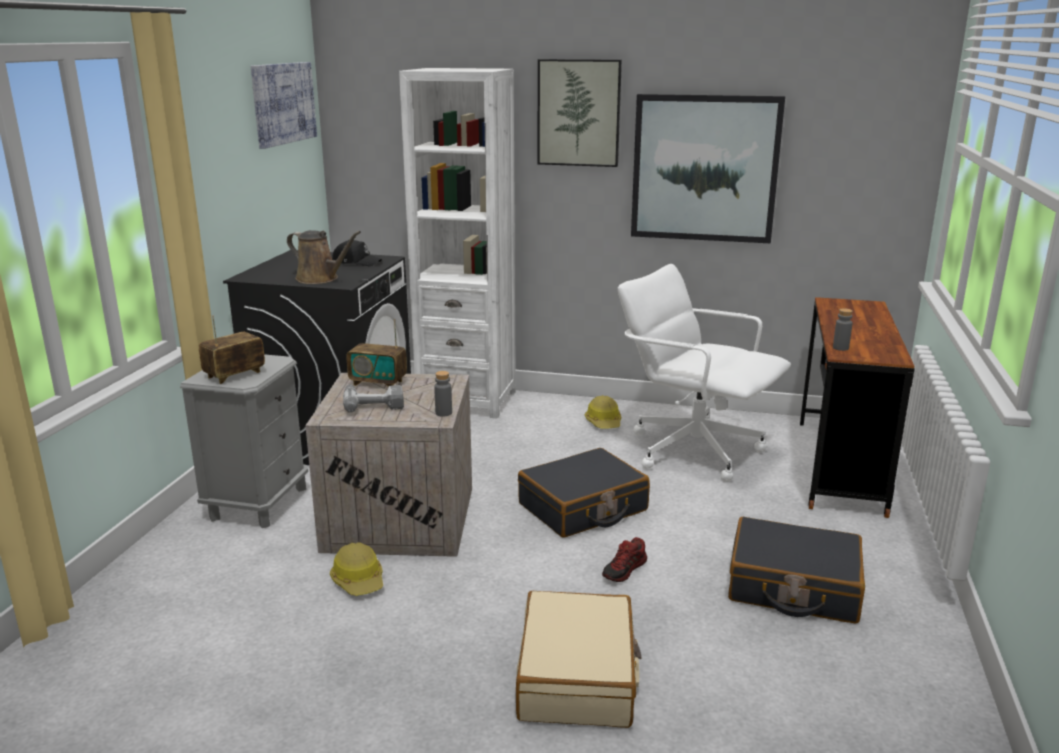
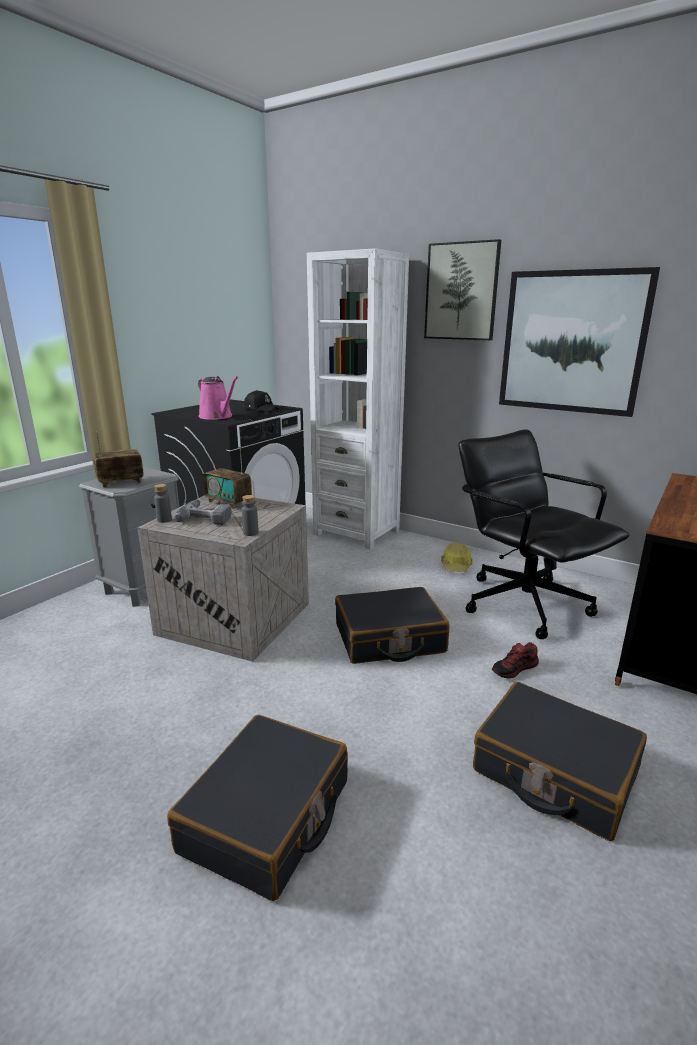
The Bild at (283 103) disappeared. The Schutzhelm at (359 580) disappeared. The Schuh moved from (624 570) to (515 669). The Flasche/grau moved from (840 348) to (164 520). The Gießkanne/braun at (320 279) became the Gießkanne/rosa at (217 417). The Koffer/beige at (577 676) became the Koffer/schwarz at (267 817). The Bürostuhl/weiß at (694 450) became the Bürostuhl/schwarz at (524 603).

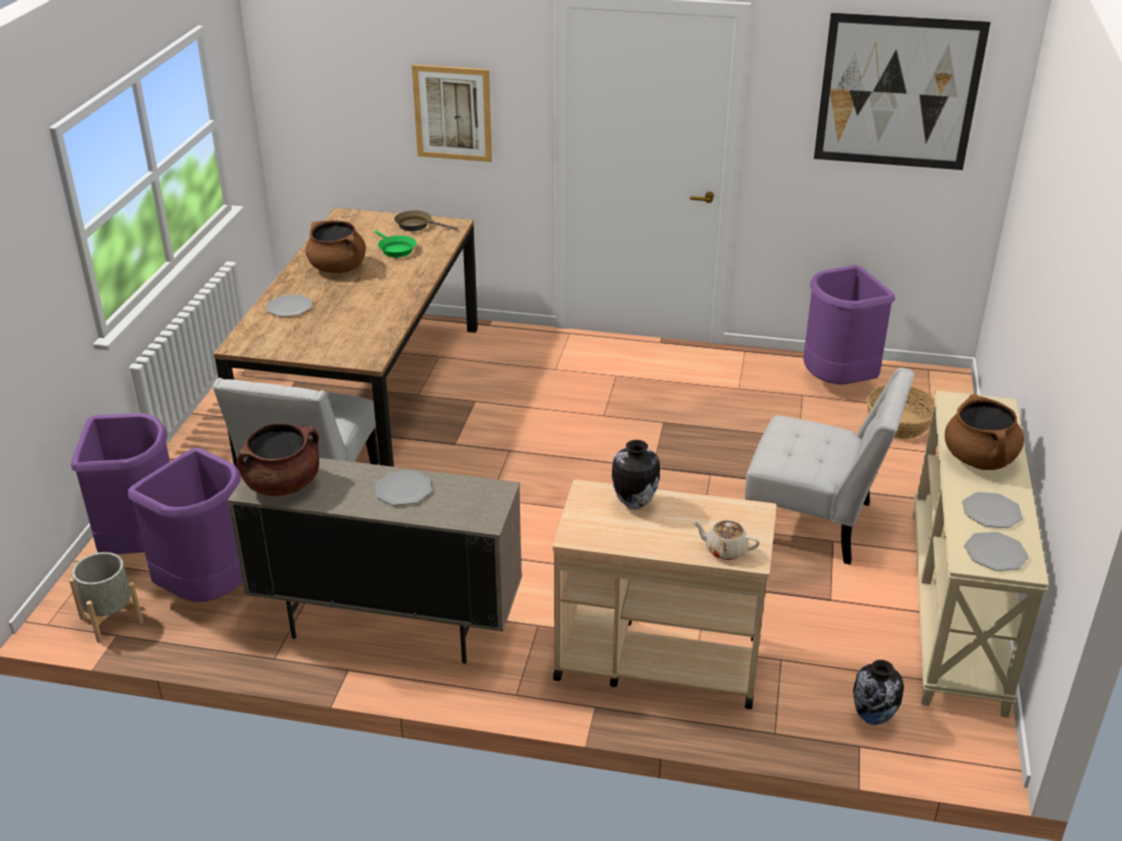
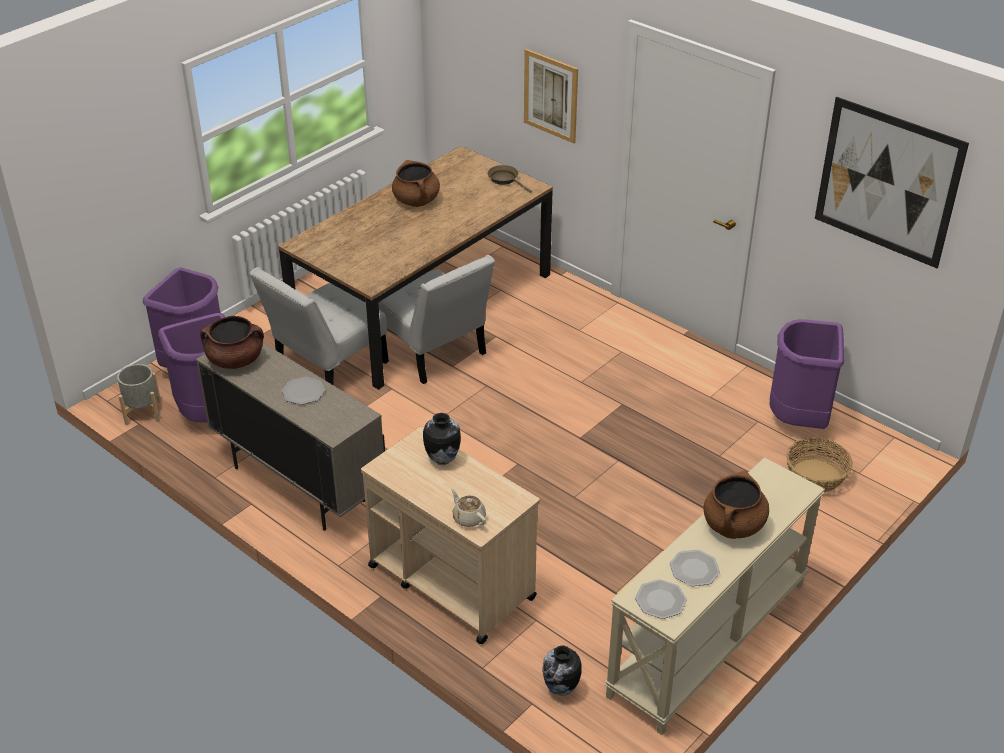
The Teller at (289 307) disappeared. The Pfanne/grün at (395 249) disappeared. The Stuhl/weiß moved from (815 523) to (434 353).

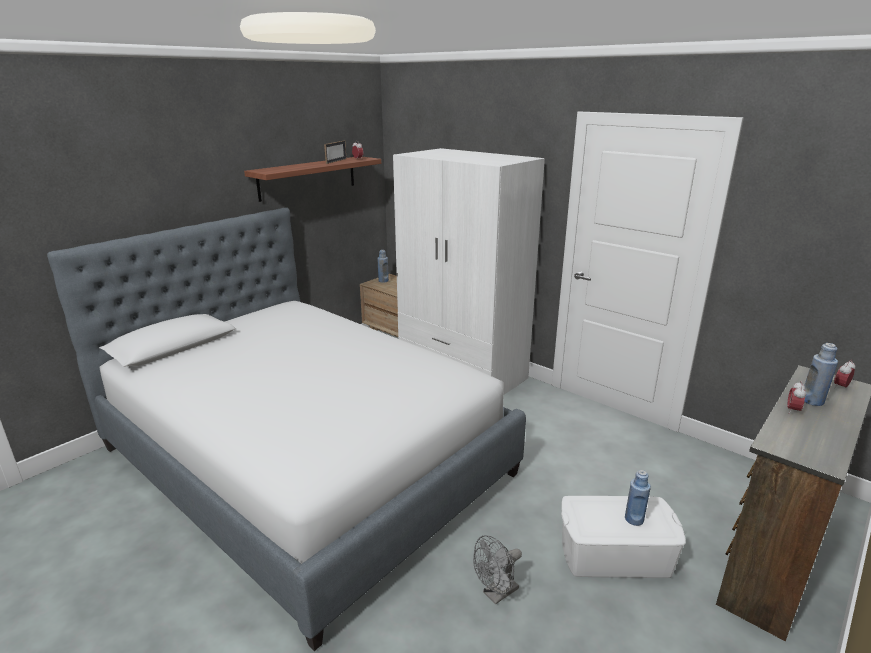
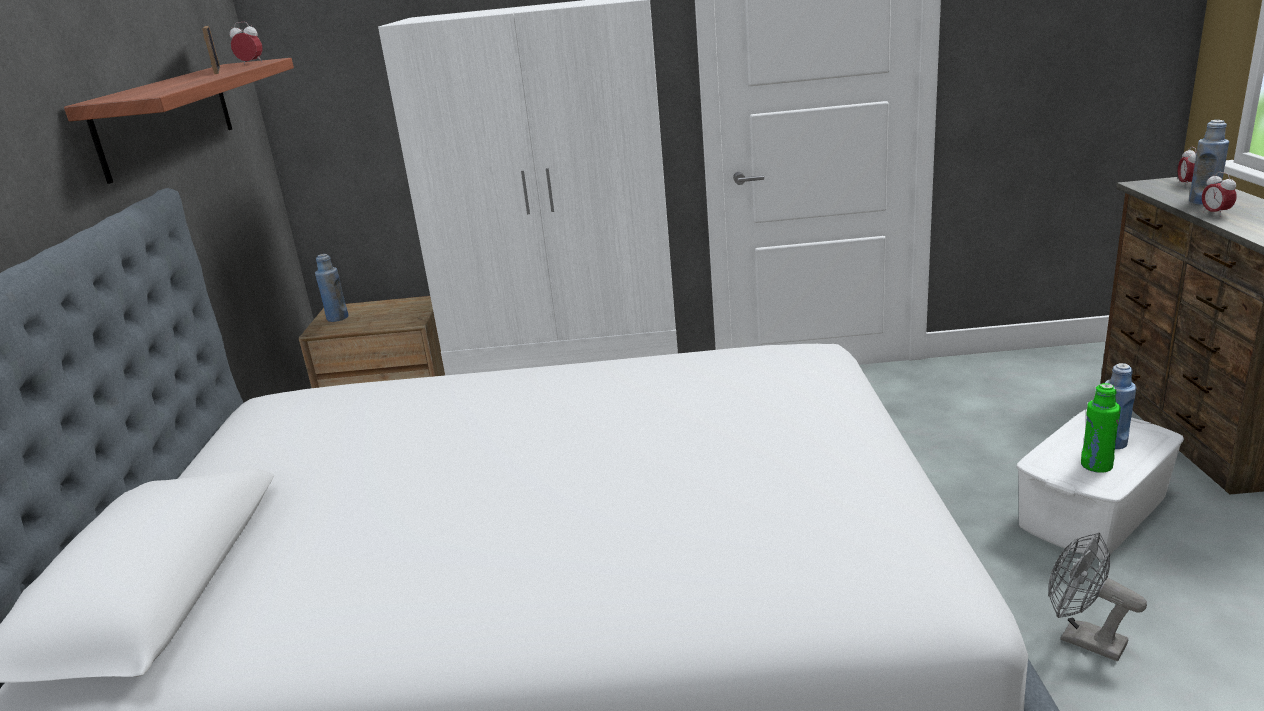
The Flasche/grün at (1096 465) appeared. The Ventilator/grau at (496 594) turned 120 degrees clockwise.

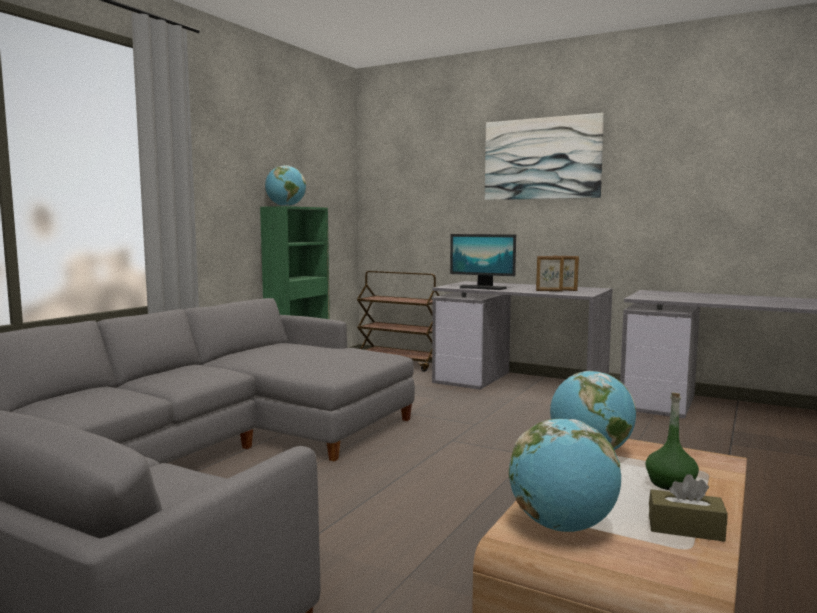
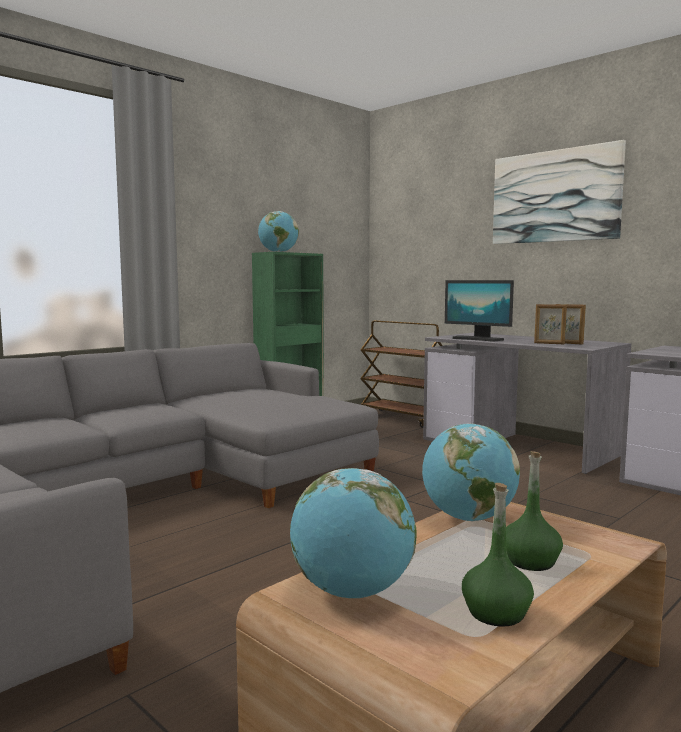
The Taschentuchbox/braun at (685 528) was replaced by the Flasche/grün at (496 613).

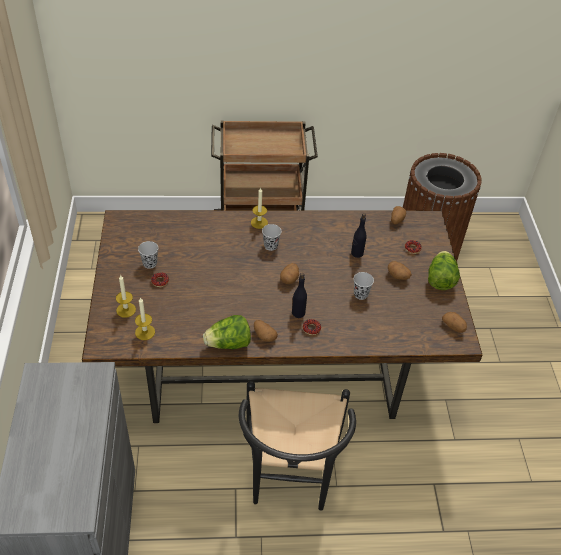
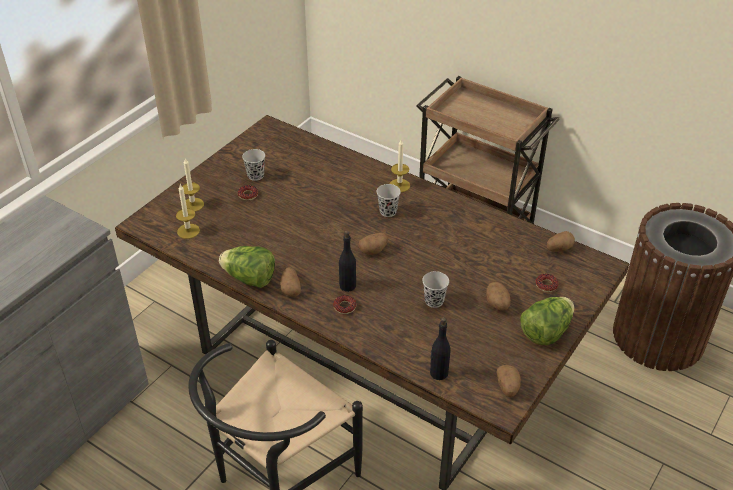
The Flasche/schwarz moved from (357 253) to (438 373).

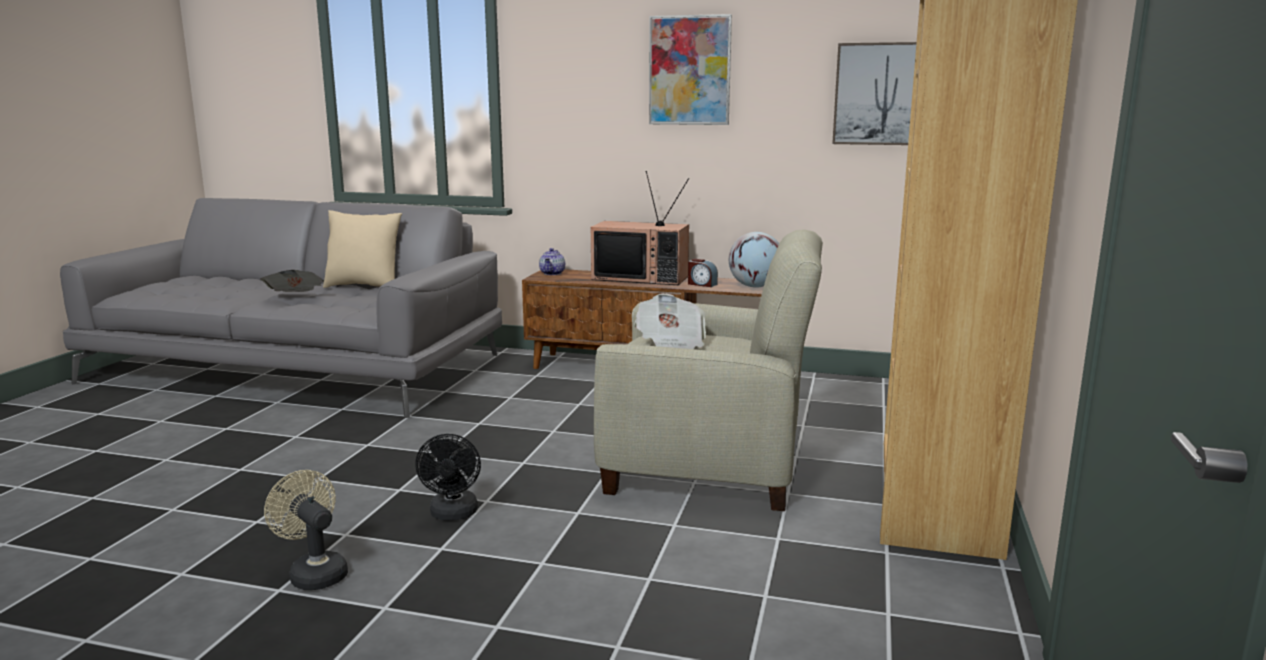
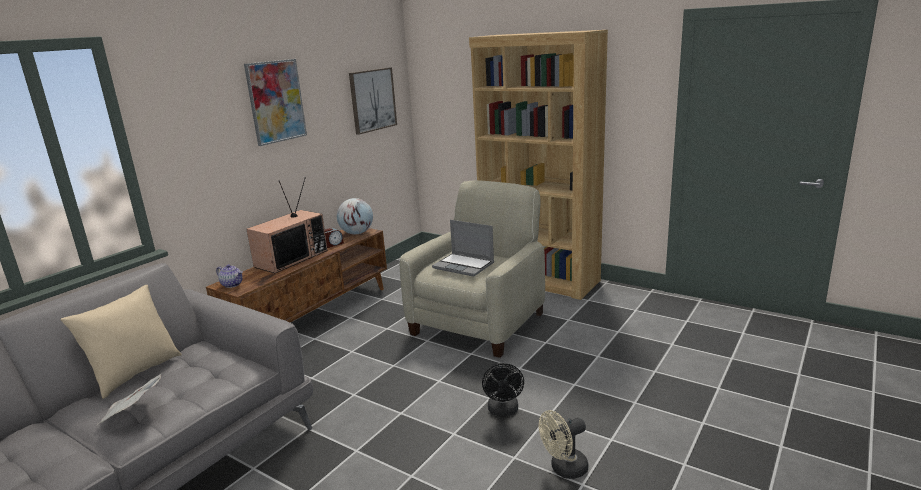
The Zeitung at (670 344) was replaced by the Laptop at (464 266). The Ventilator/schwarz at (453 514) turned 75 degrees clockwise.

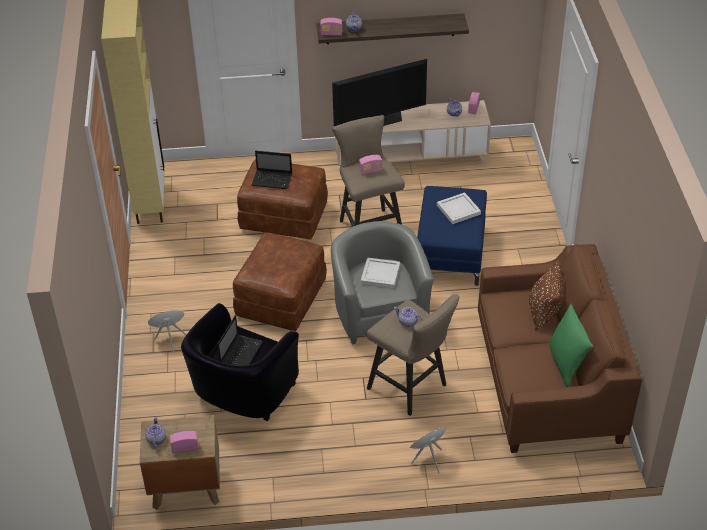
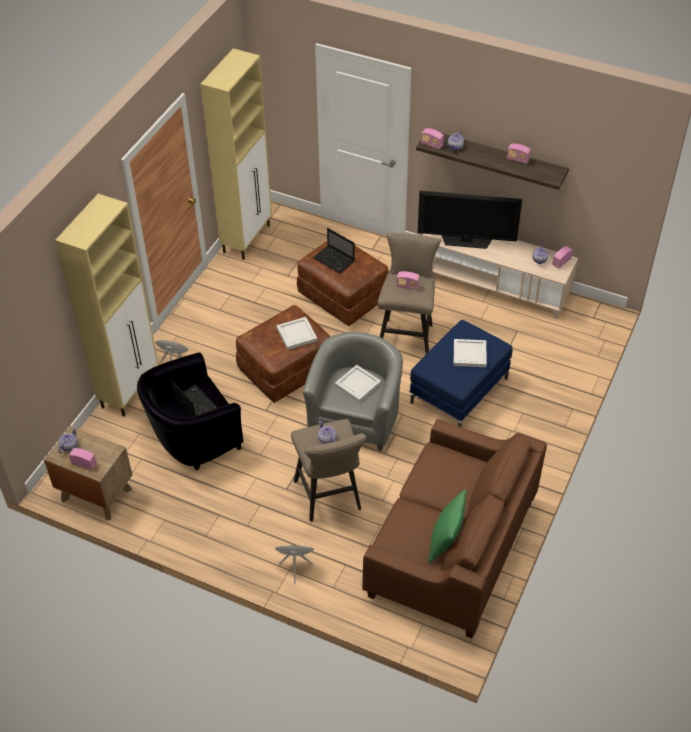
The Kissen/braun at (543 312) disappeared. The Schrank/beige at (130 389) appeared. The Tablett/weiß at (297 334) appeared. The Radio at (517 159) appeared. The Laptop at (241 352) turned 90 degrees counterclockwise.

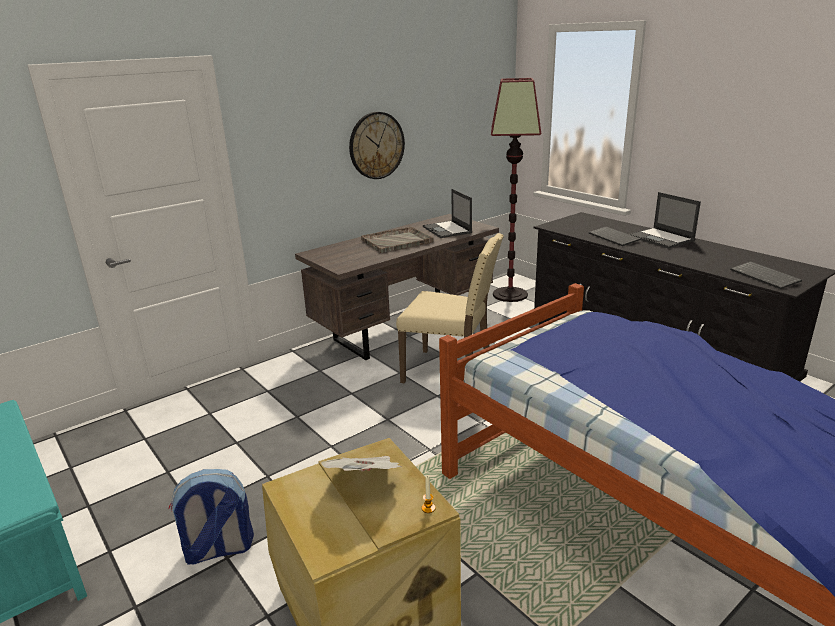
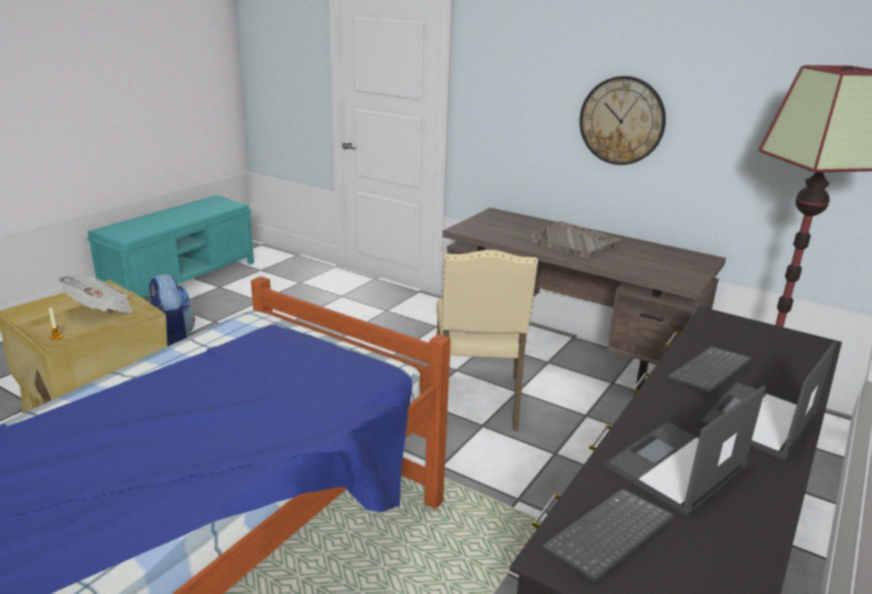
The Laptop moved from (447 230) to (675 467).

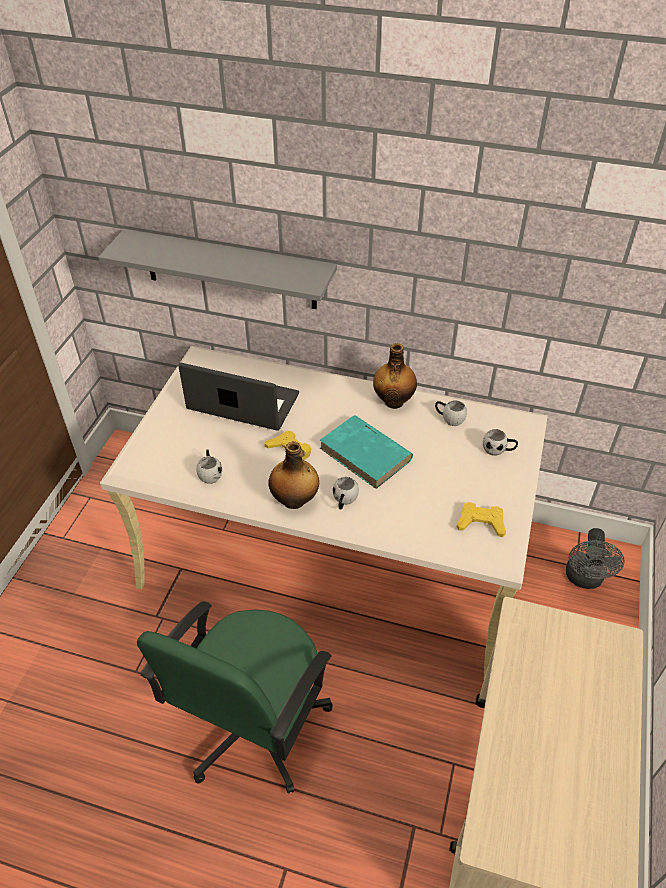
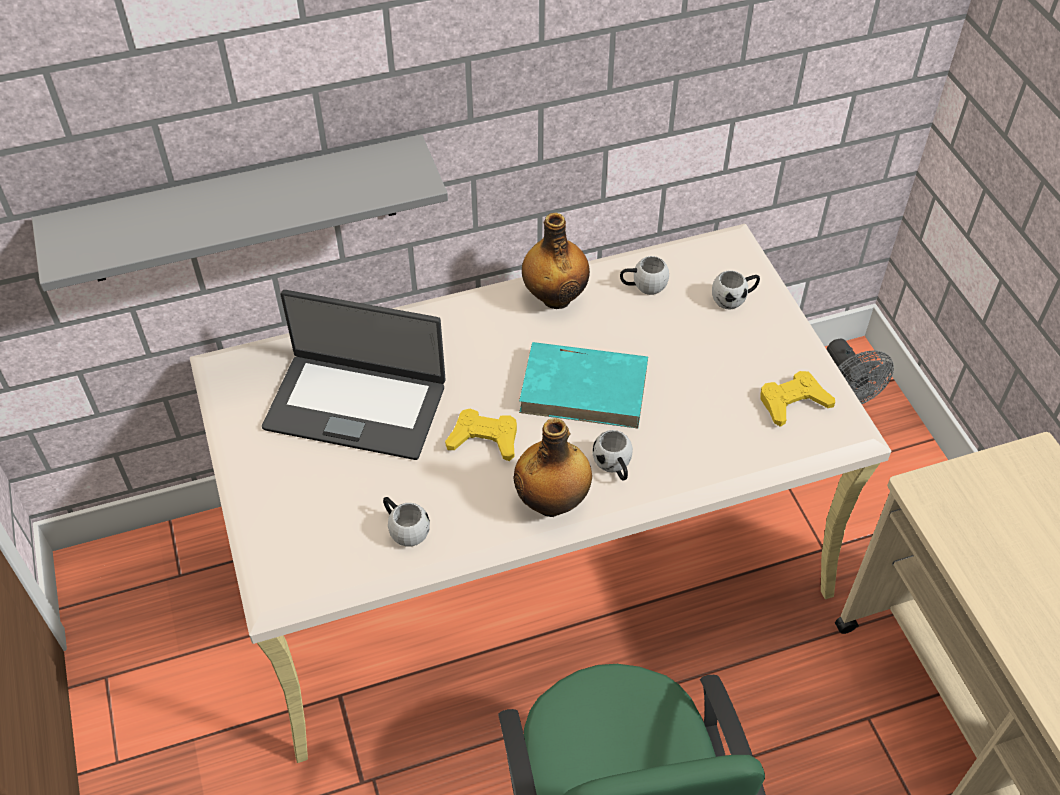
The Laptop at (243 403) turned 150 degrees counterclockwise.

